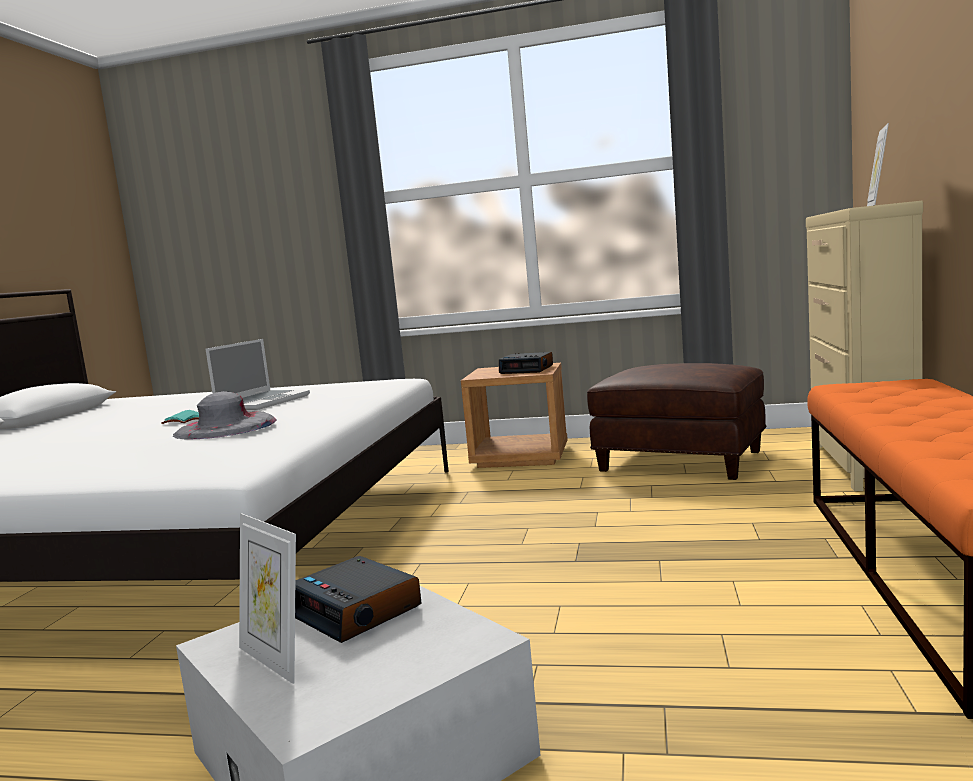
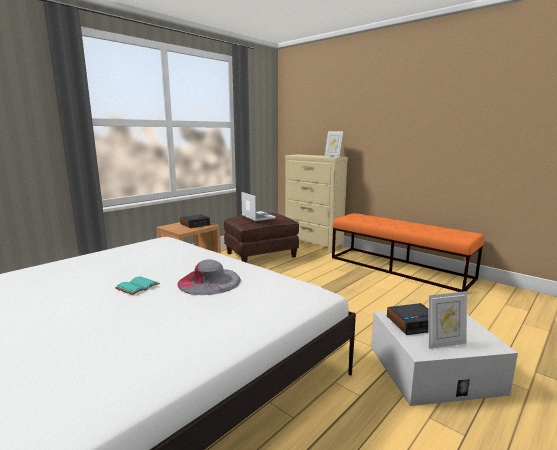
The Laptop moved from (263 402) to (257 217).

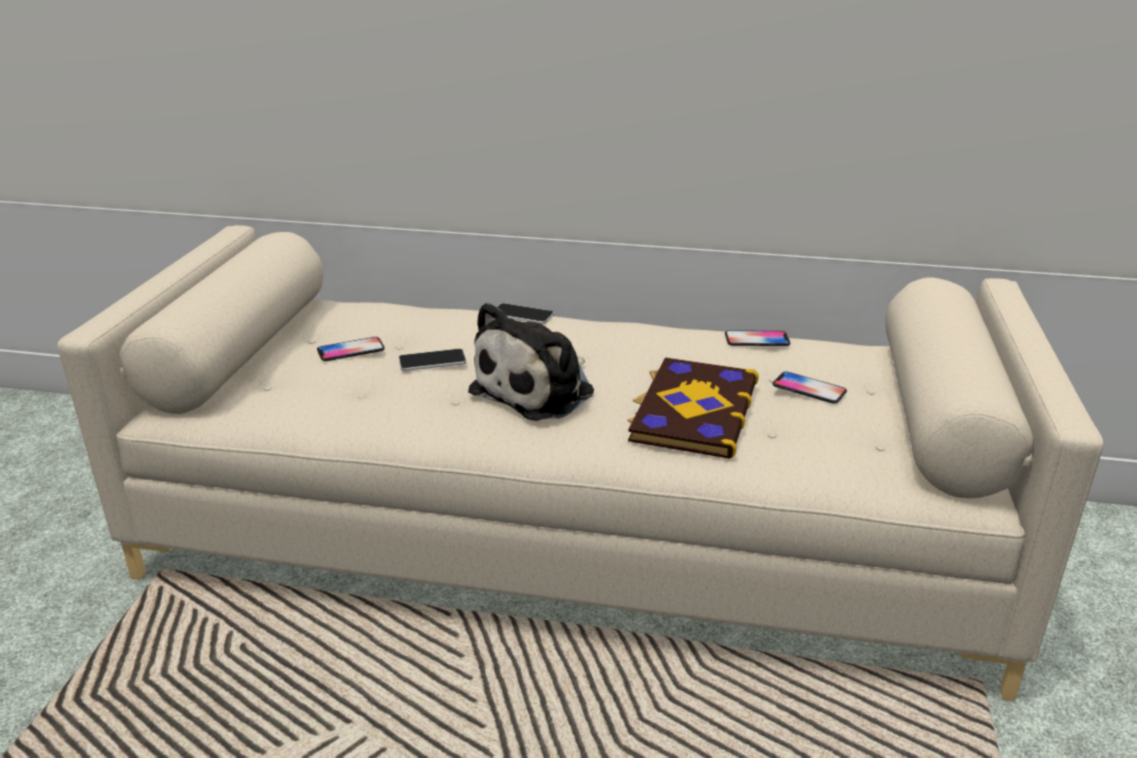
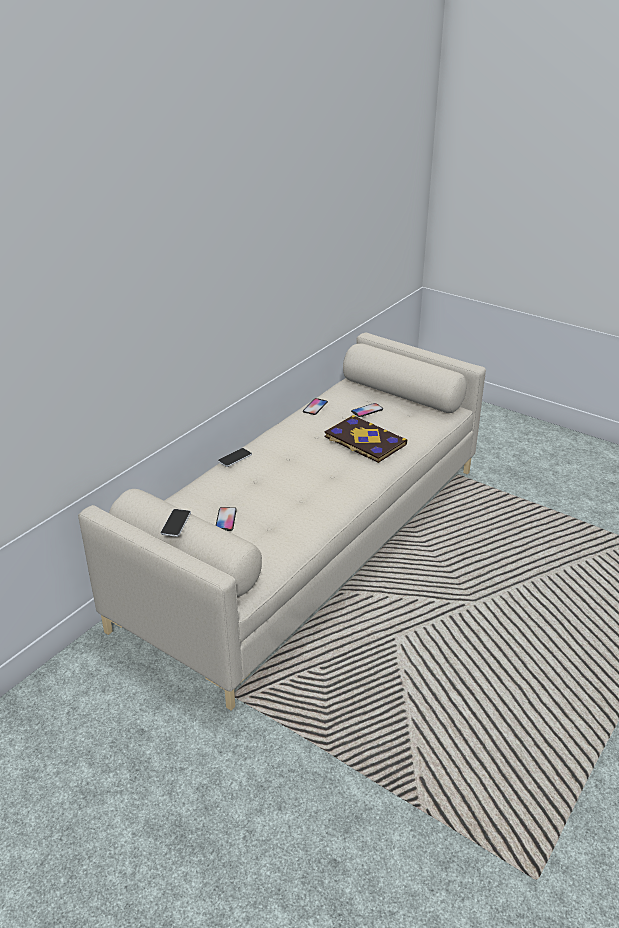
The Plüschtier at (538 391) disappeared. The Handy moved from (432 361) to (176 523).

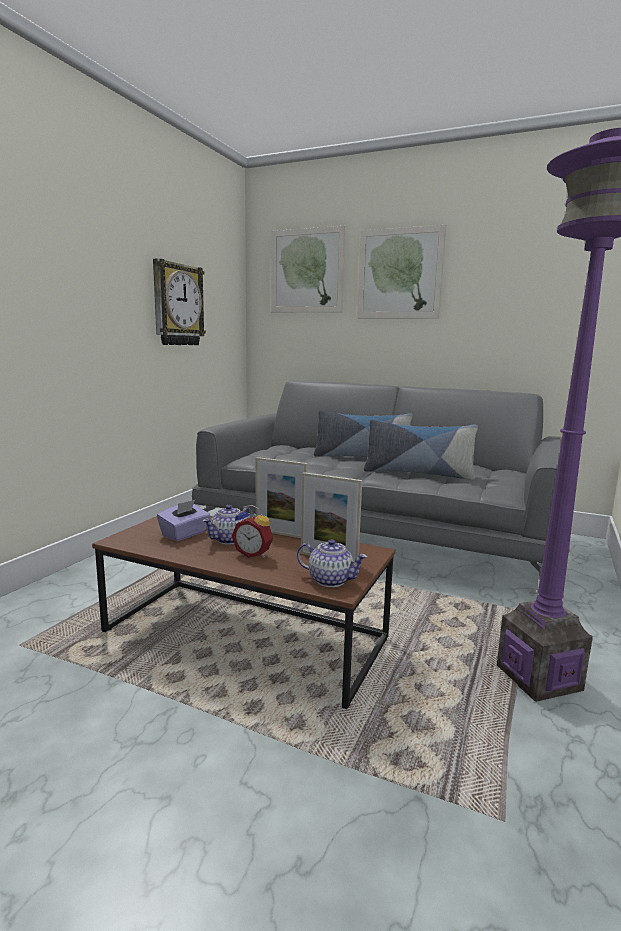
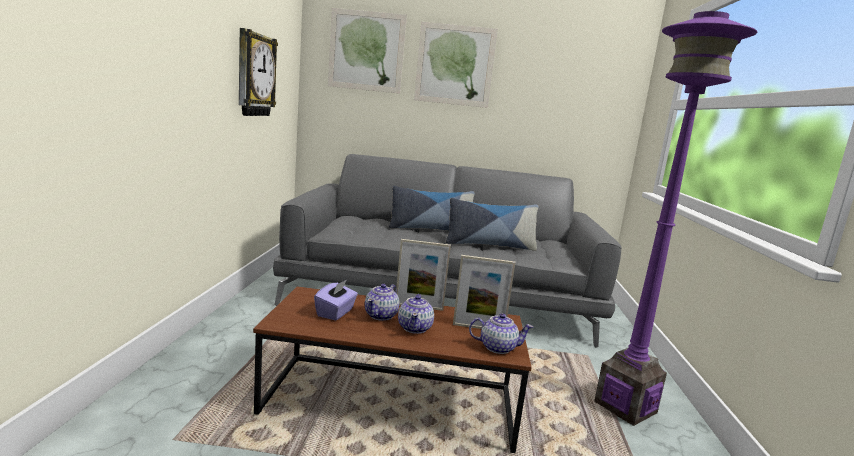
The Wecker at (254 554) was replaced by the Teekanne at (415 328).

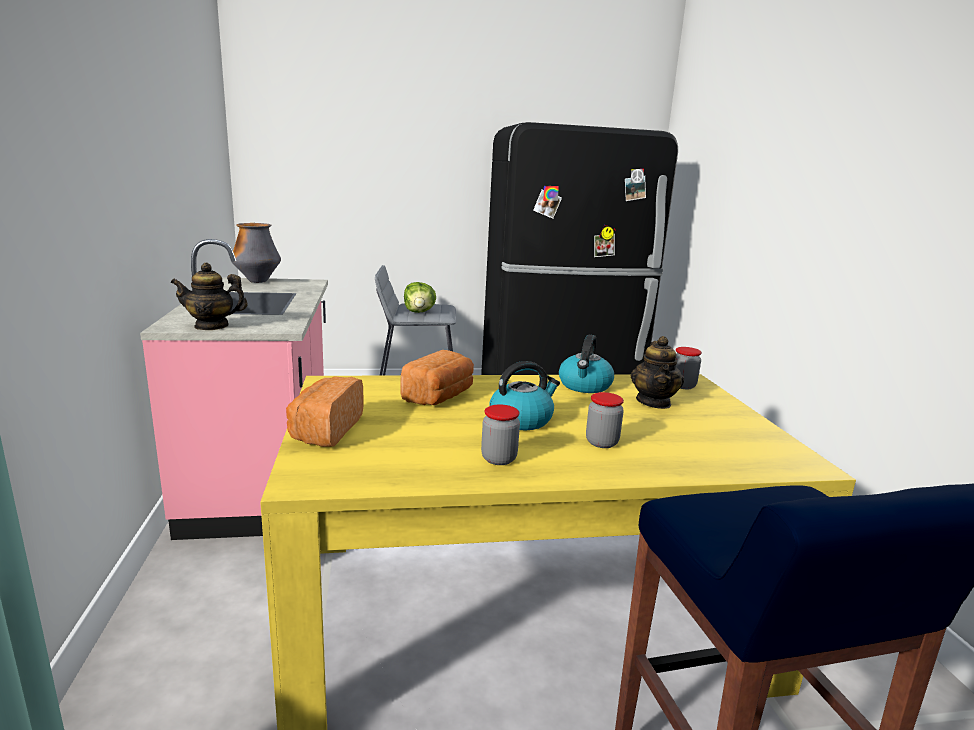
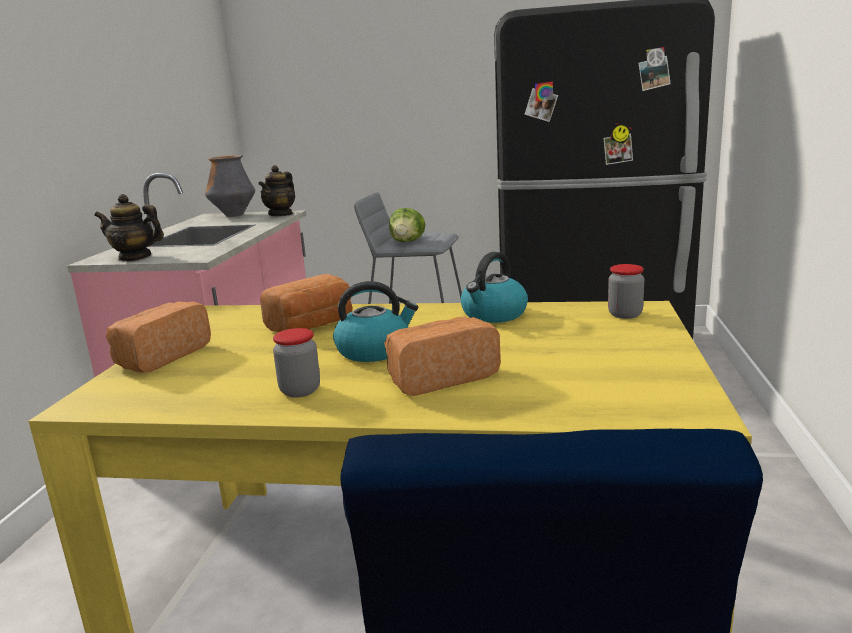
The Teekanne moved from (654 402) to (281 214). The Vorratsglas at (601 442) was replaced by the Brot at (440 377).

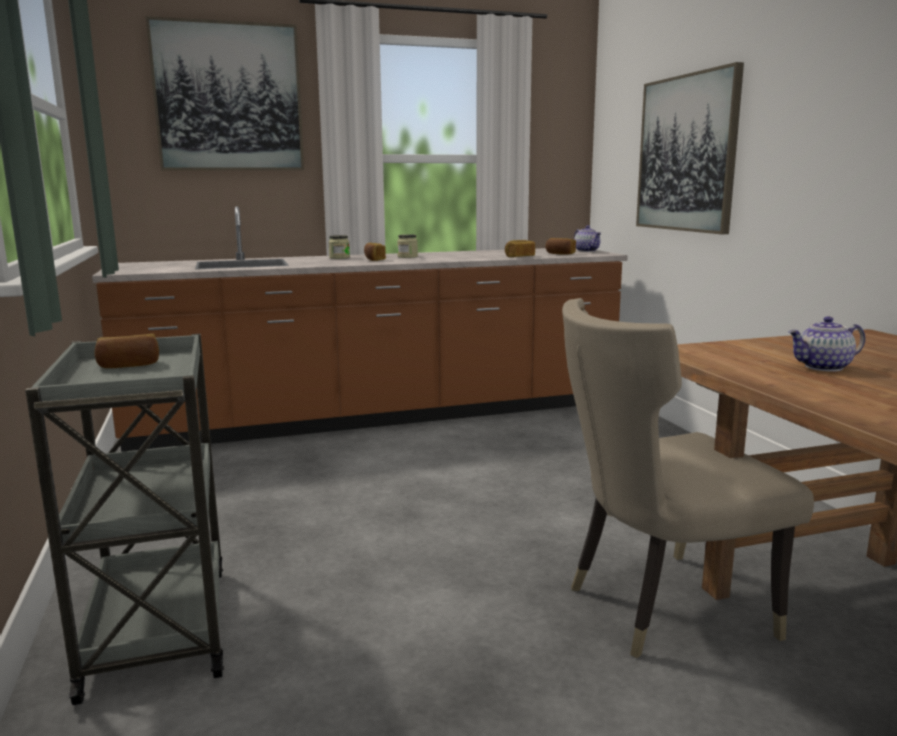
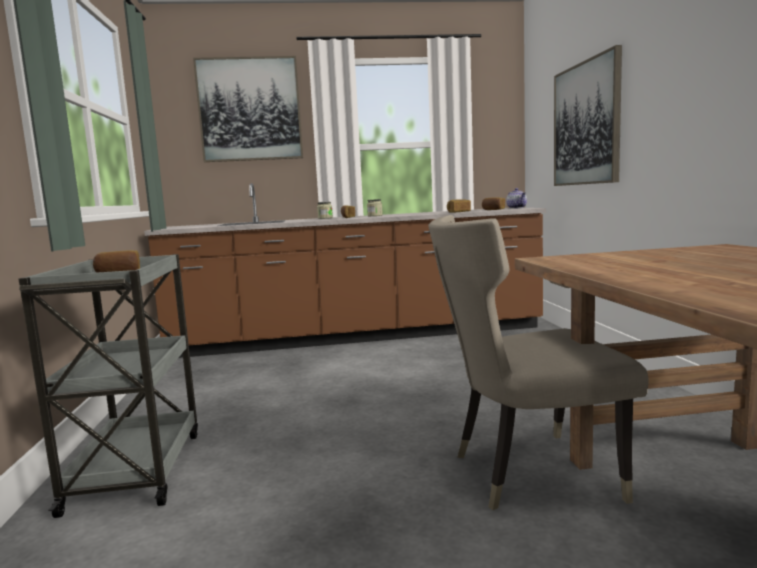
The Teekanne at (823 367) disappeared.

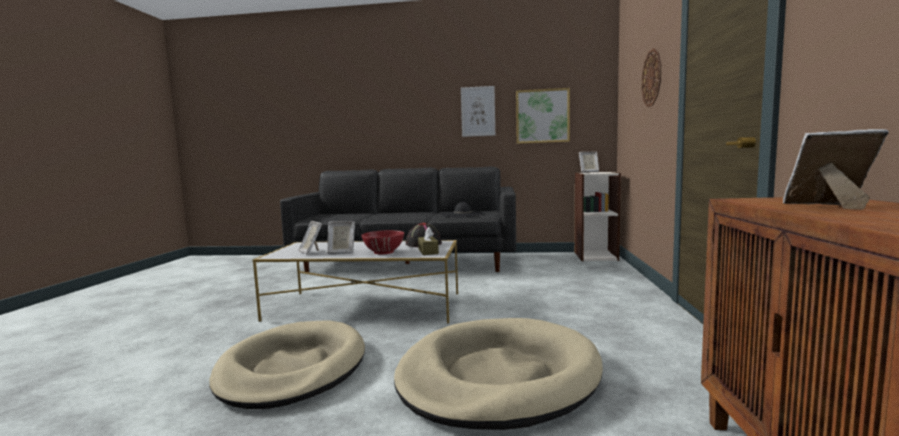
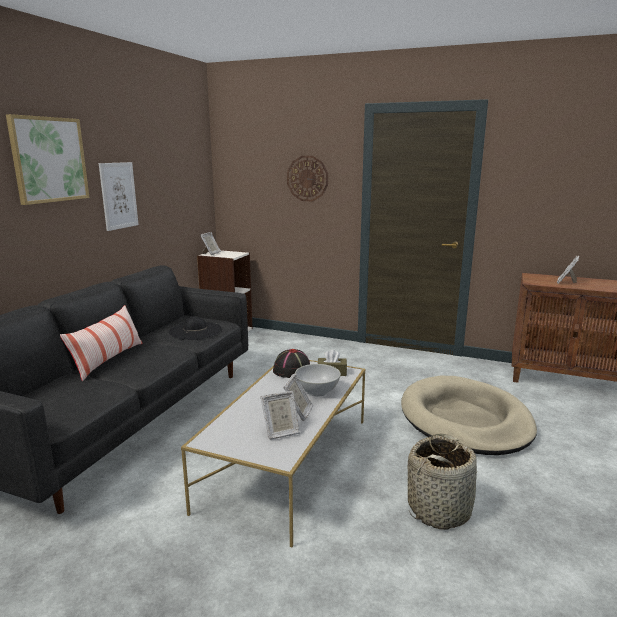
The Kissen at (108 360) appeared. The Bild moved from (542 116) to (49 160). The Hundebett/beige at (292 368) was replaced by the Korb at (439 509). The Schüssel/rot at (384 252) became the Schüssel/weiß at (317 391).

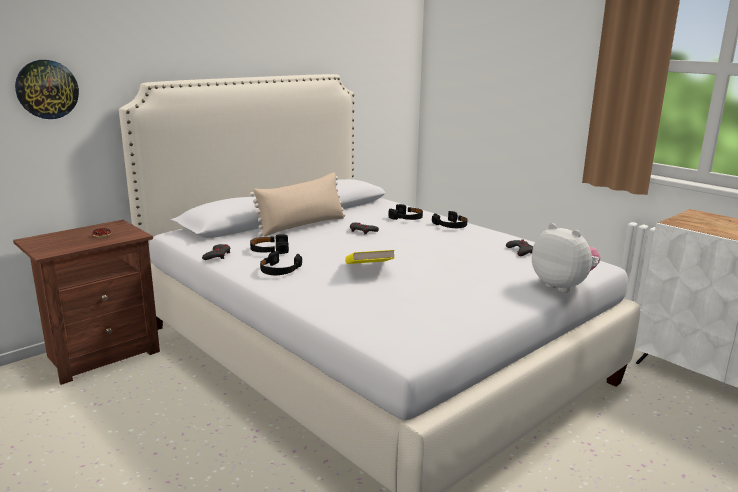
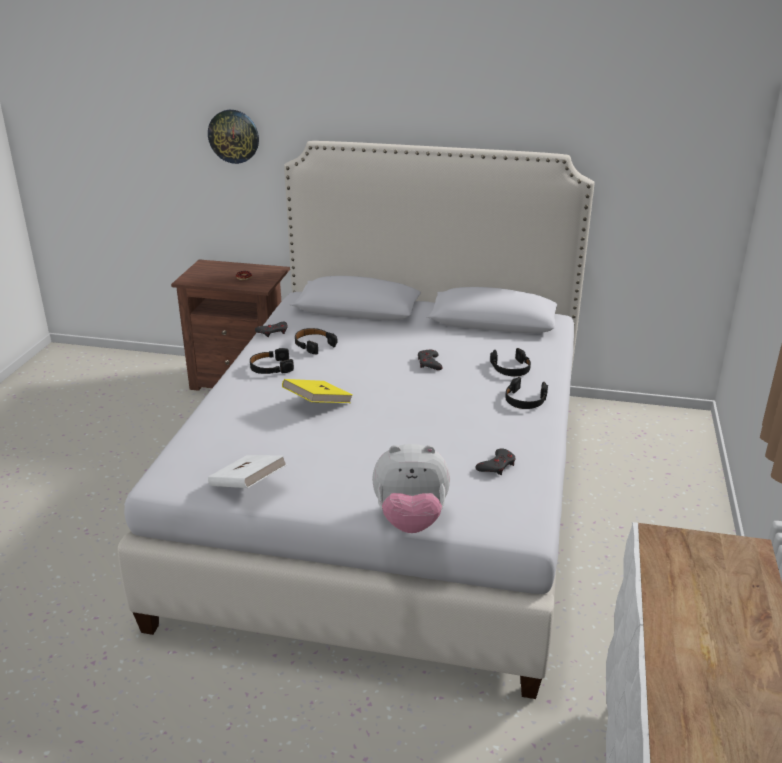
The Kissen/beige at (302 225) disappeared. The Buch/weiß at (248 486) appeared. The Plüschtier at (562 286) turned 75 degrees clockwise.

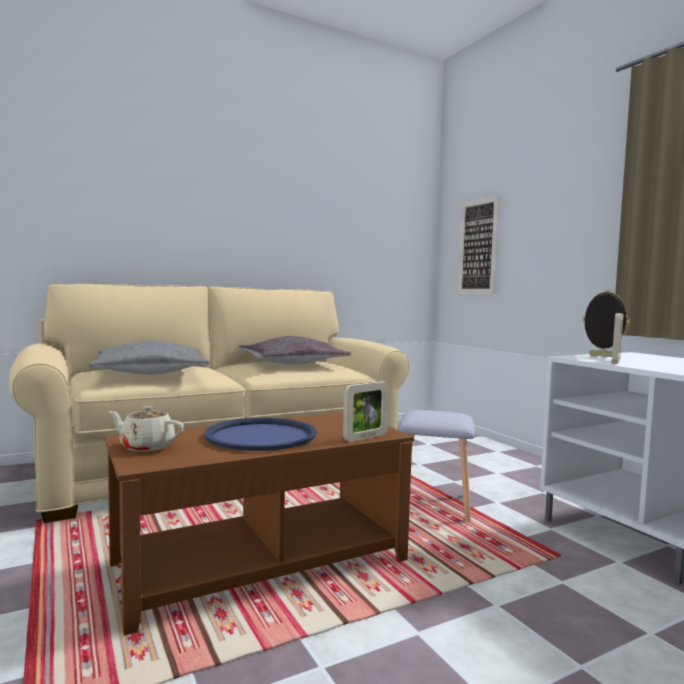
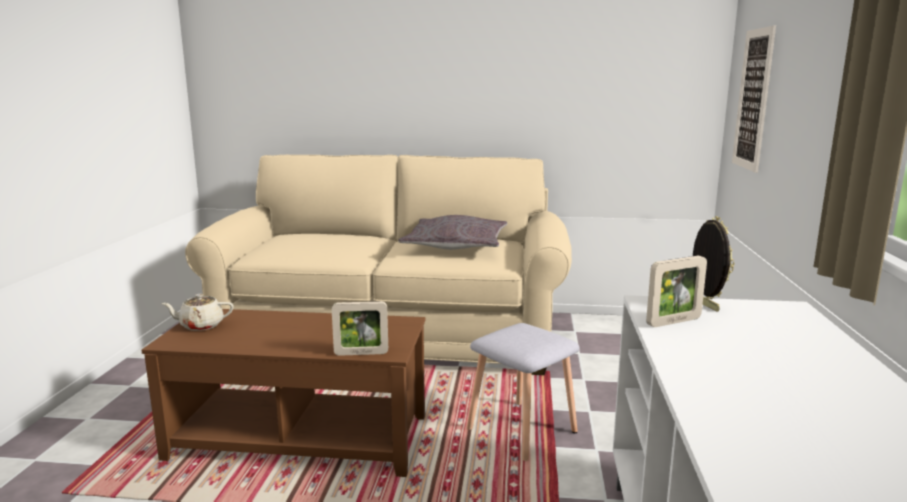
The Kissen/grau at (151 373) disappeared. The Tablett/blau at (261 436) disappeared. The Teekanne/beige at (146 446) turned 60 degrees counterclockwise.

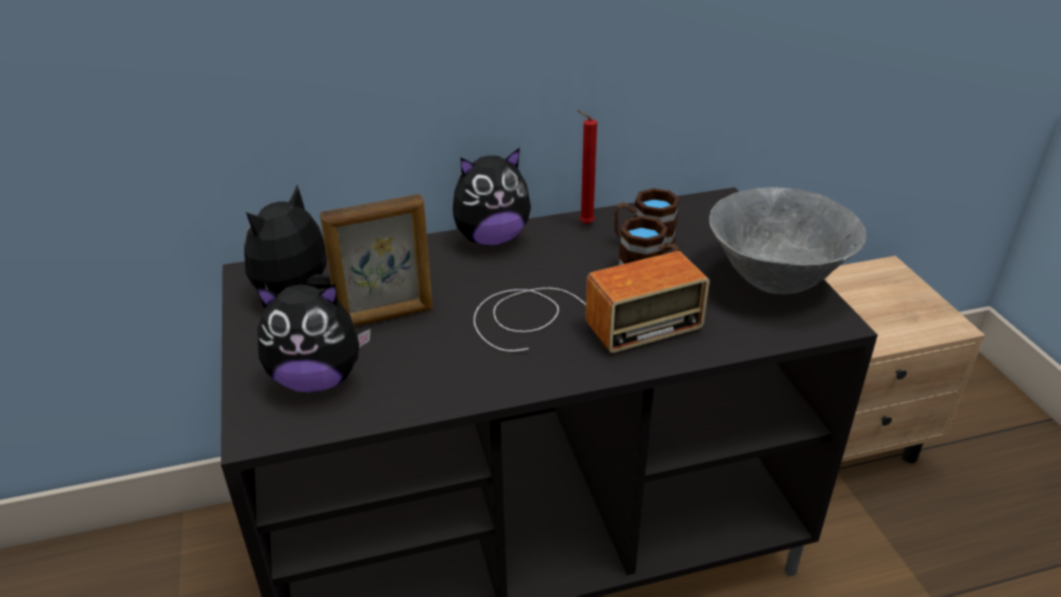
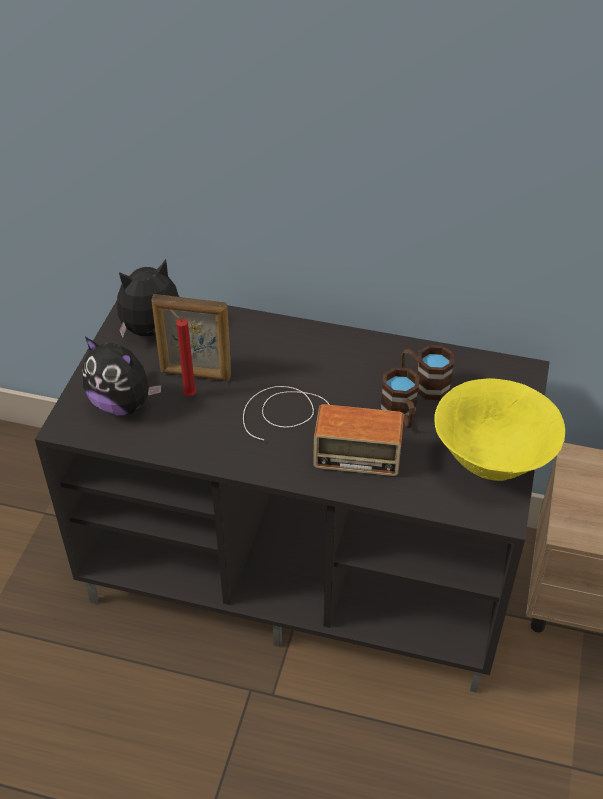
The Plüschtier at (491 238) disappeared. The Kerze/rot moved from (584 224) to (188 394). The Schüssel/grau at (776 281) became the Schüssel/gelb at (492 462).

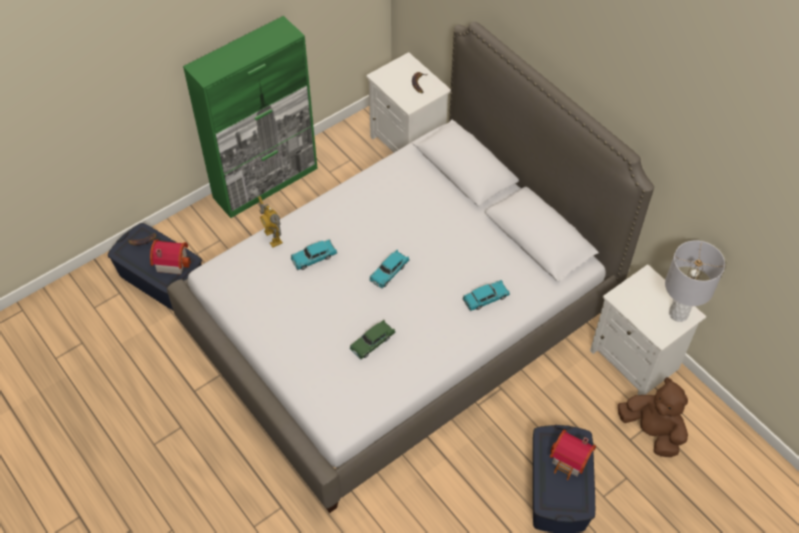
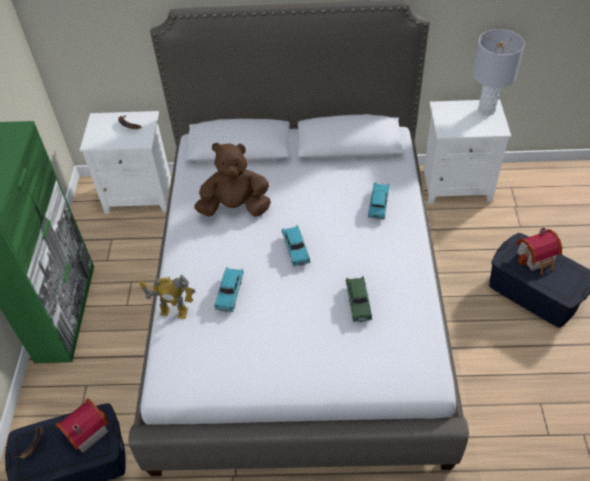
The Plüschtier/braun moved from (651 431) to (235 208).

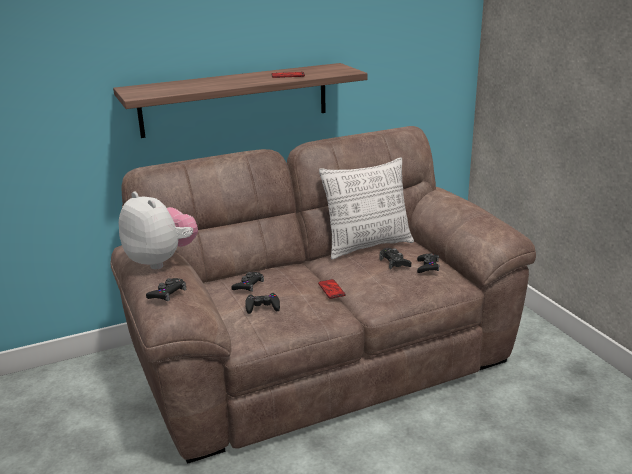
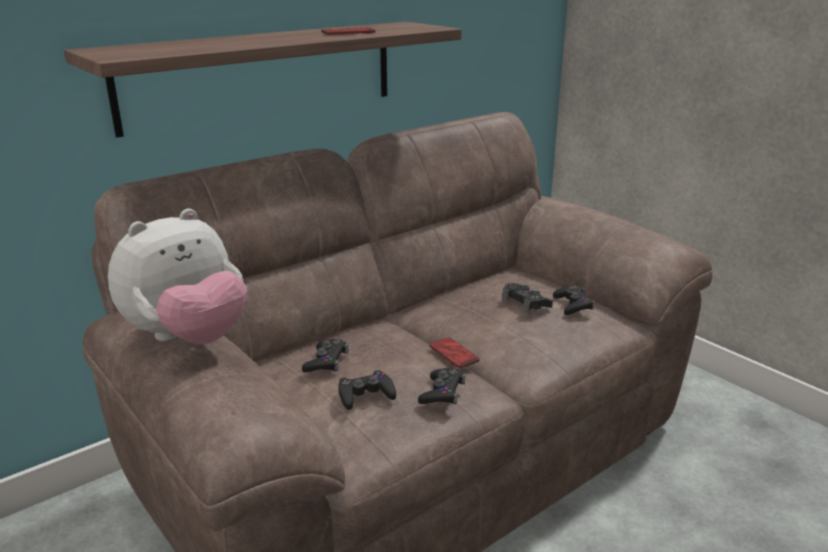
The Kissen at (367 246) disappeared. The Gamepad/schwarz moved from (167 293) to (442 392). The Plüschtier at (161 260) turned 105 degrees clockwise.

